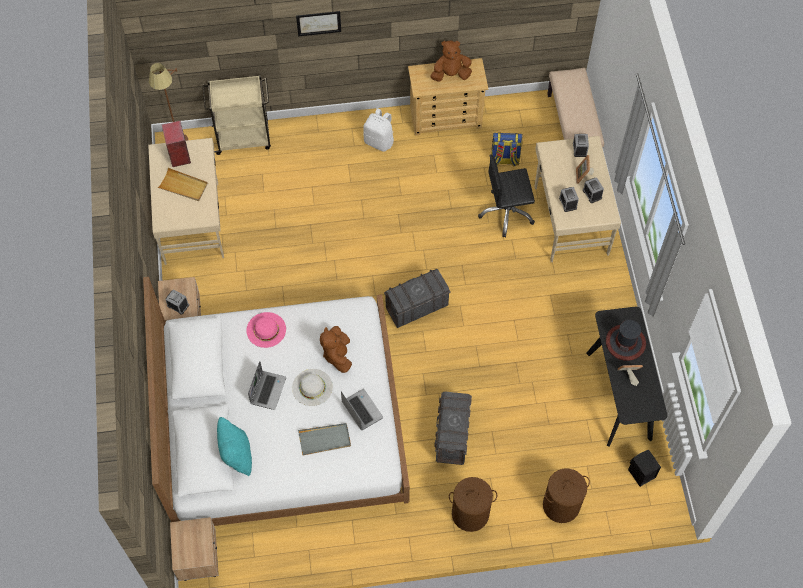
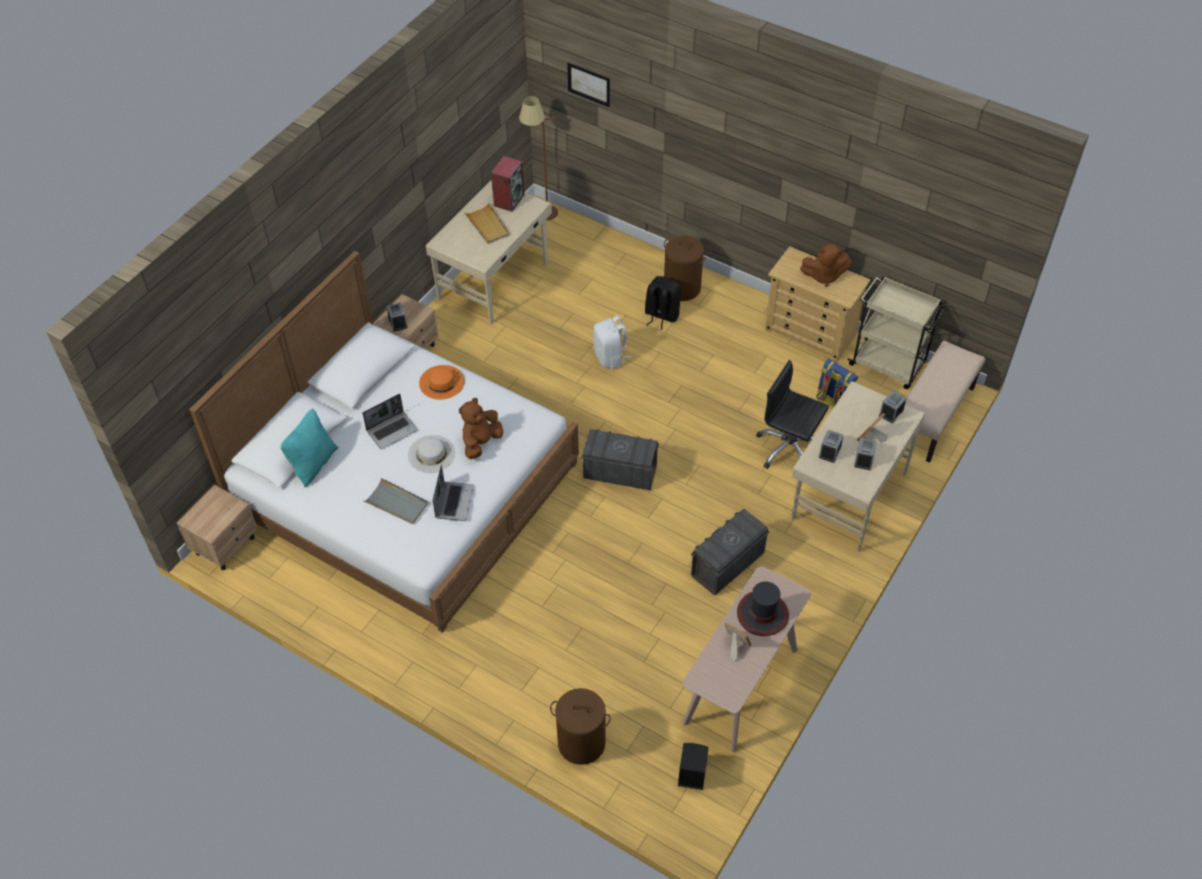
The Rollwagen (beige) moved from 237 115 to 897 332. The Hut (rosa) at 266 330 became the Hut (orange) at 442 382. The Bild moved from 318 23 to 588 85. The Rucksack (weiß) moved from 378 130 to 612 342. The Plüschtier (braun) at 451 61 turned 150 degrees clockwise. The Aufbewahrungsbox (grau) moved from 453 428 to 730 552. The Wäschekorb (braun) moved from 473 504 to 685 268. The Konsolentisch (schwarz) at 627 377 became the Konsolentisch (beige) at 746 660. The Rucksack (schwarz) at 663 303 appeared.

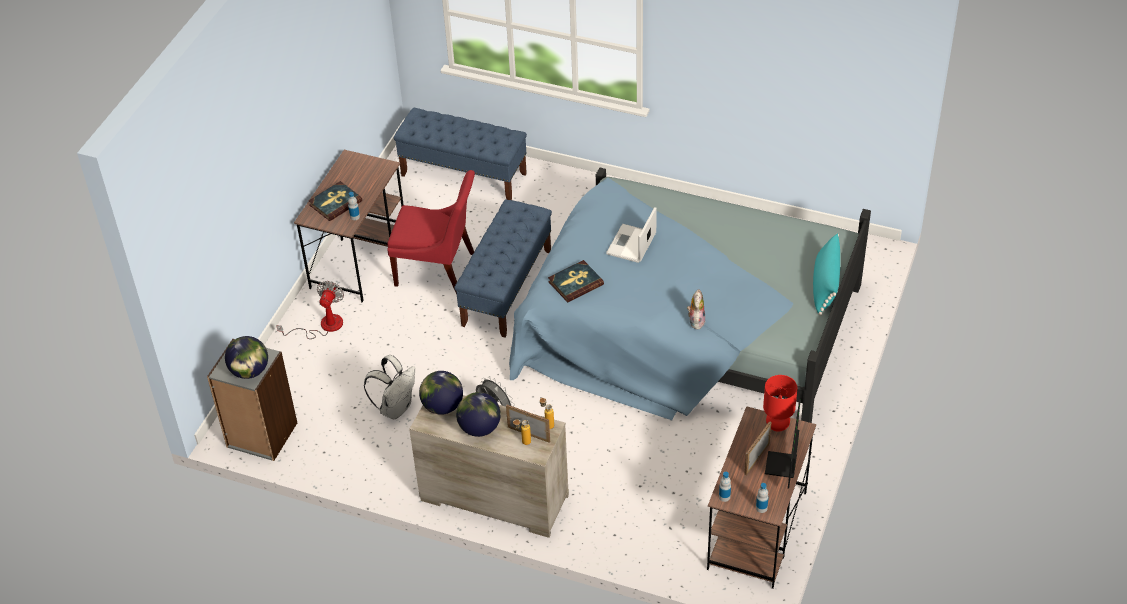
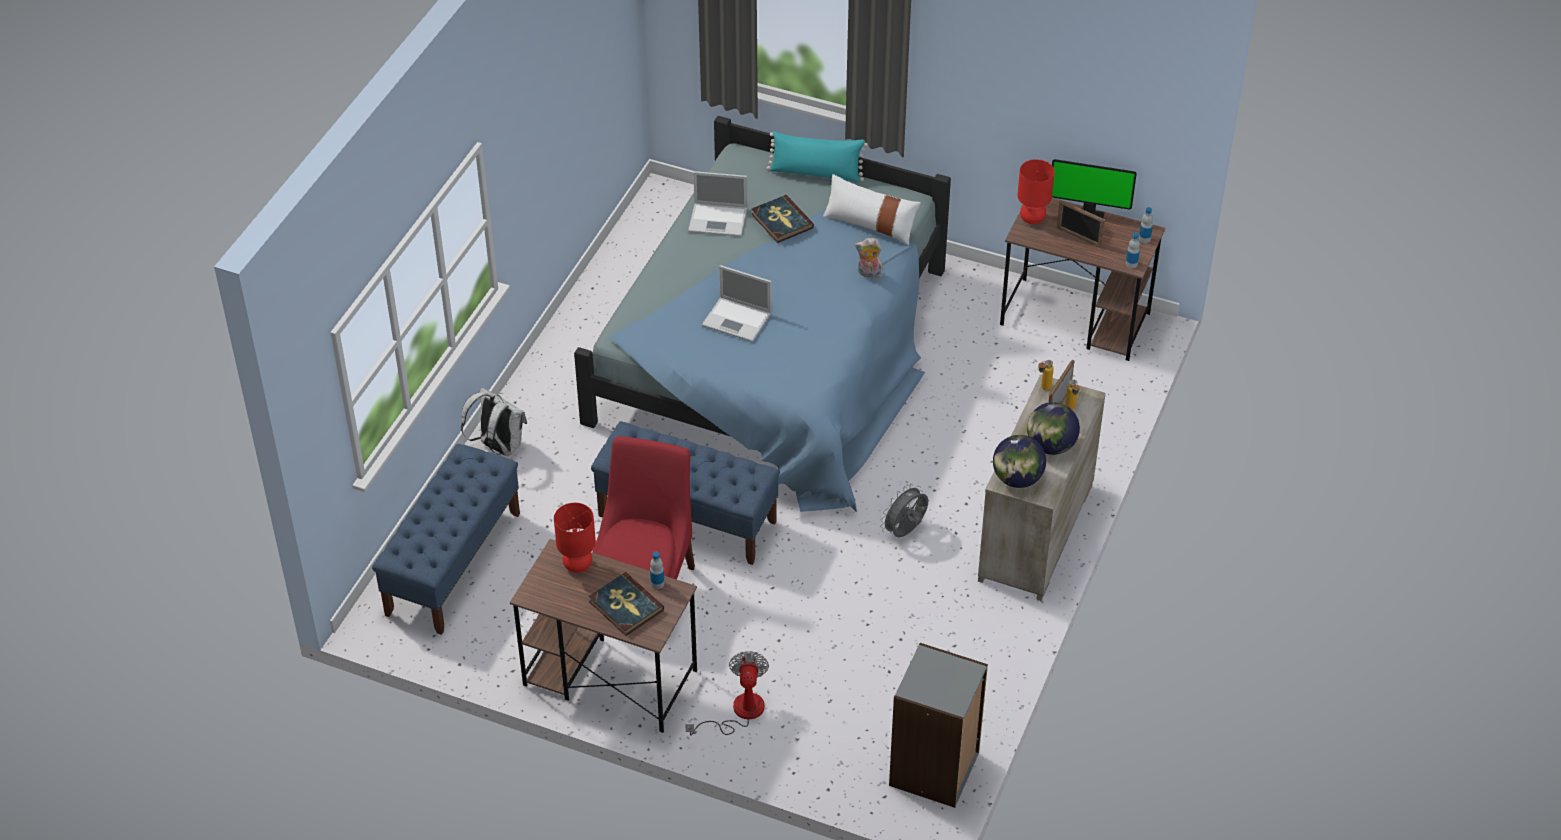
The Globus at 246 357 disappeared. The Ventilator at 310 310 turned 75 degrees clockwise. The Rucksack (weiß) moved from 389 387 to 494 422. The Buch moved from 576 281 to 782 219. The Tischlampe (rot) at 575 538 appeared. The Laptop at 717 204 appeared. The Kissen (weiß) at 872 209 appeared.

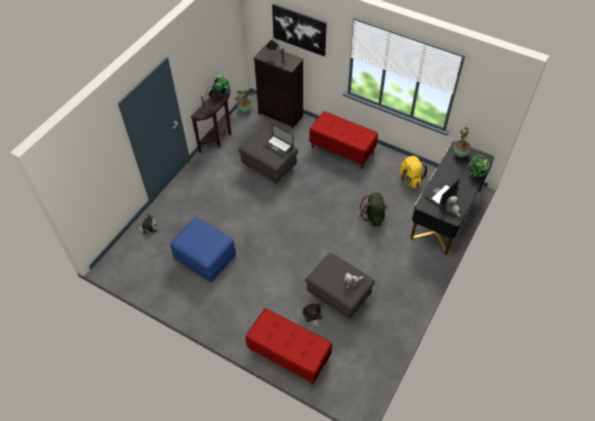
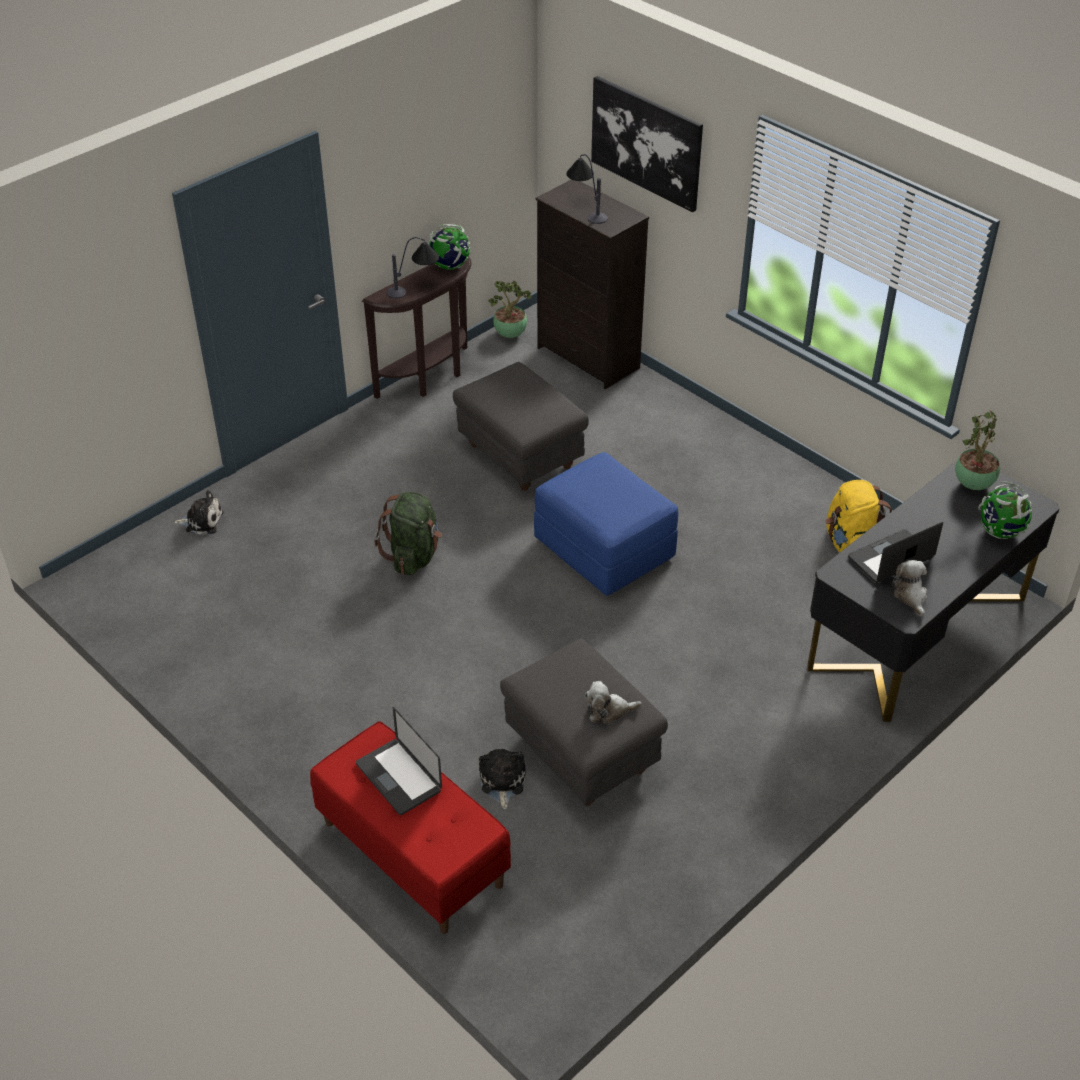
The Polsterhocker (blau) moved from 203 249 to 606 524. The Laptop moved from 278 140 to 399 761. The Bank (rot) at 343 140 disappeared. The Rucksack (grün) moved from 374 209 to 408 533.

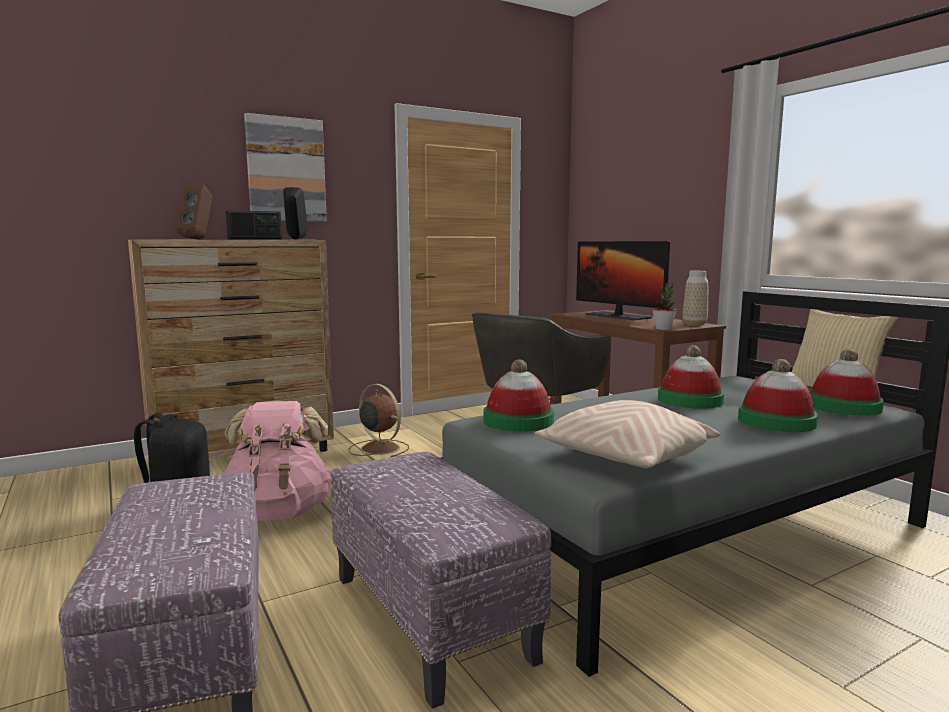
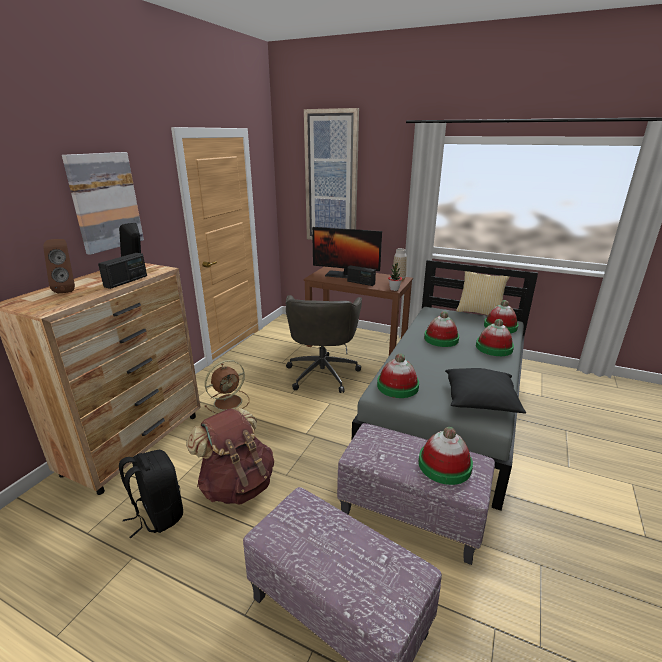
The Rucksack (rosa) at 276 461 became the Rucksack (braun) at 230 456. The Ventilator (braun) at 378 420 turned 135 degrees clockwise. The Kissen (beige) at 627 434 became the Kissen (schwarz) at 485 391. The Bild at 331 174 appeared. The Radio at 361 275 appeared. The Hut at 446 456 appeared.

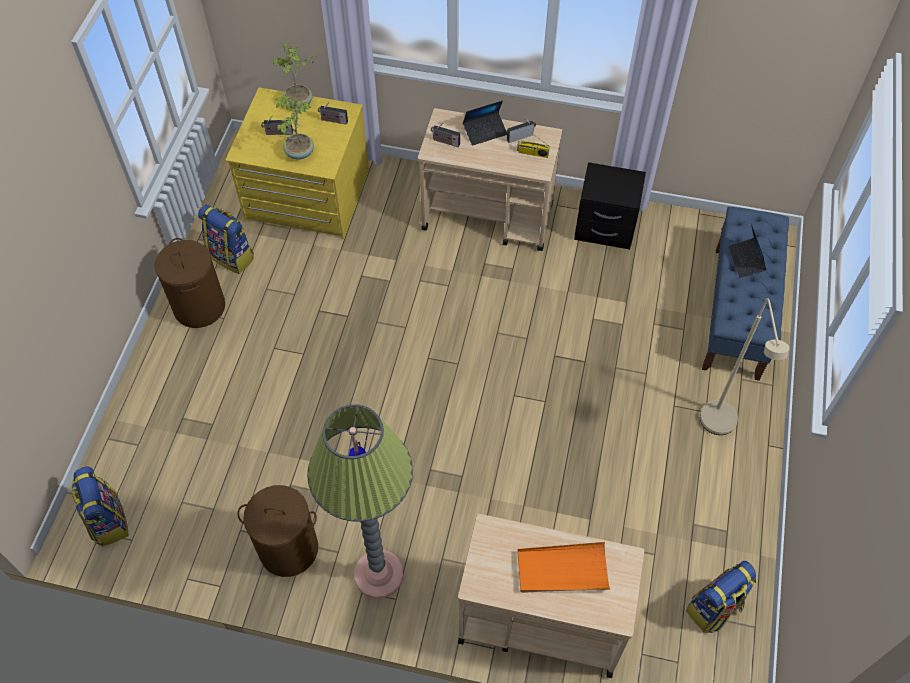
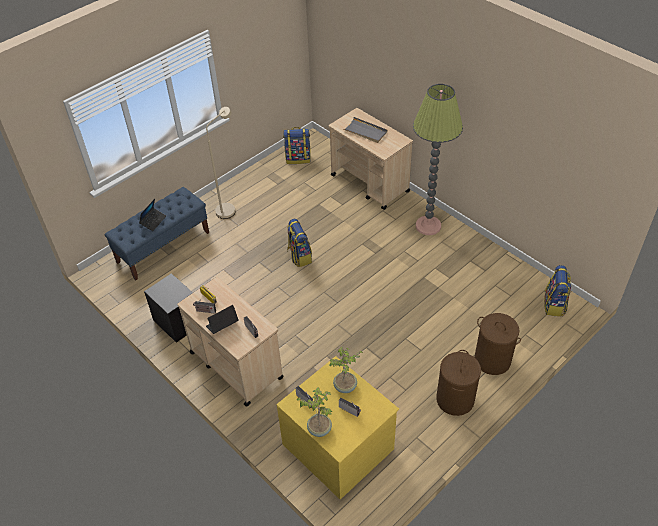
The Rucksack moved from 226 239 to 299 243. The Wäschekorb (braun) moved from 277 531 to 497 344. The Laptop at 485 123 turned 45 degrees counterclockwise. The Tablett (orange) at 564 567 became the Tablett (grau) at 365 130.

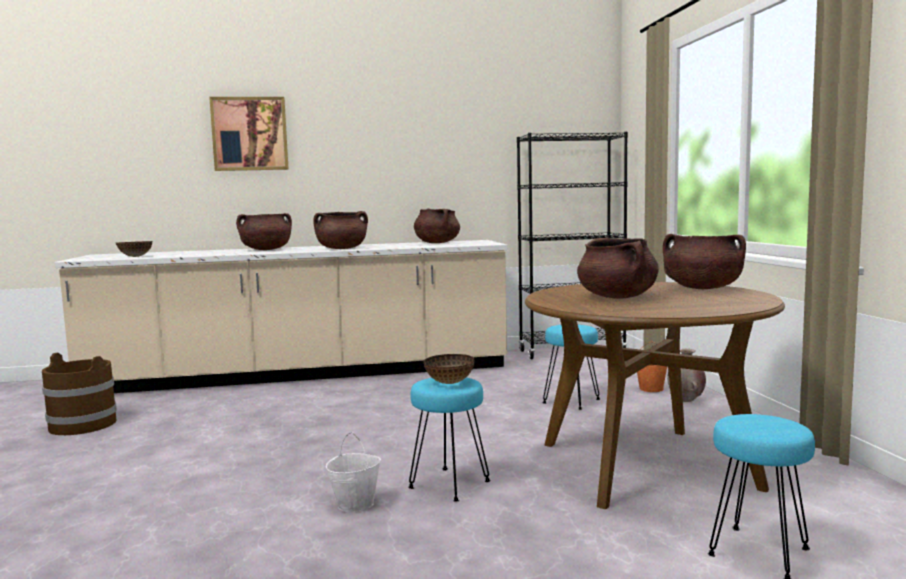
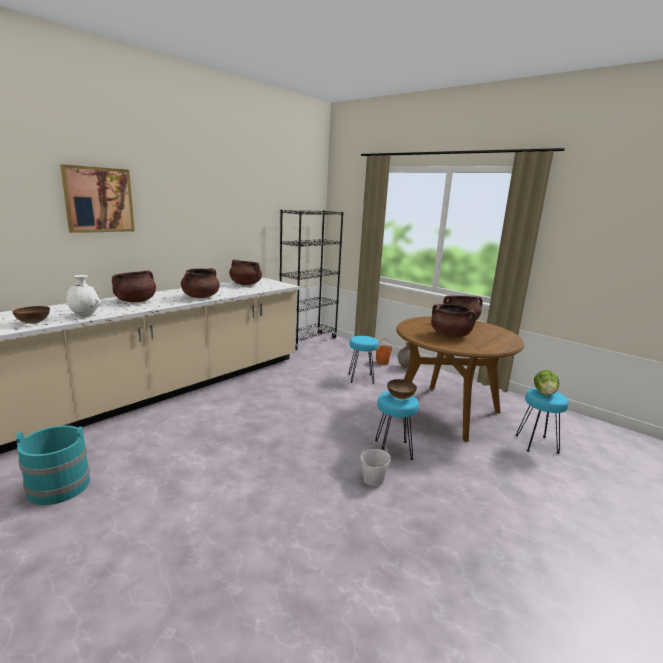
The Eimer (braun) at 79 394 became the Eimer (türkis) at 53 465. The Vase (weiß) at 83 296 appeared. The Salatkopf at 546 383 appeared.

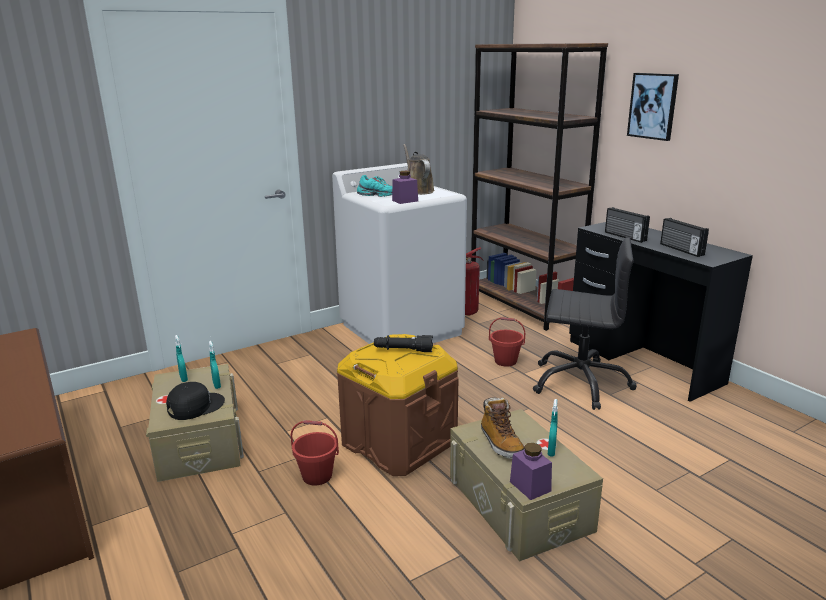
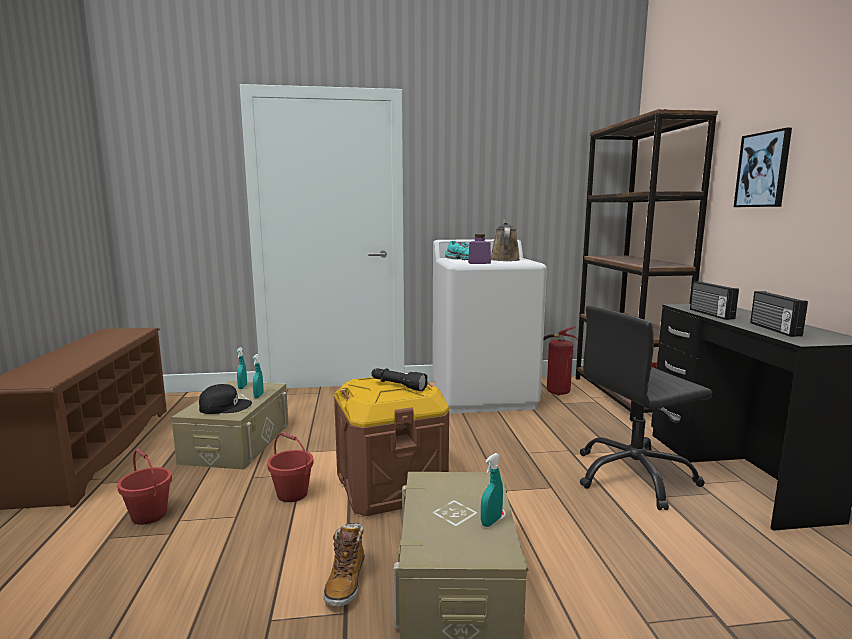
The Stiefel moved from 503 427 to 344 565. The Eimer (rot) moved from 507 342 to 144 487. The Vorratsglas (lila) at 531 471 disappeared. The Bürostuhl (schwarz) at 585 323 turned 120 degrees clockwise.

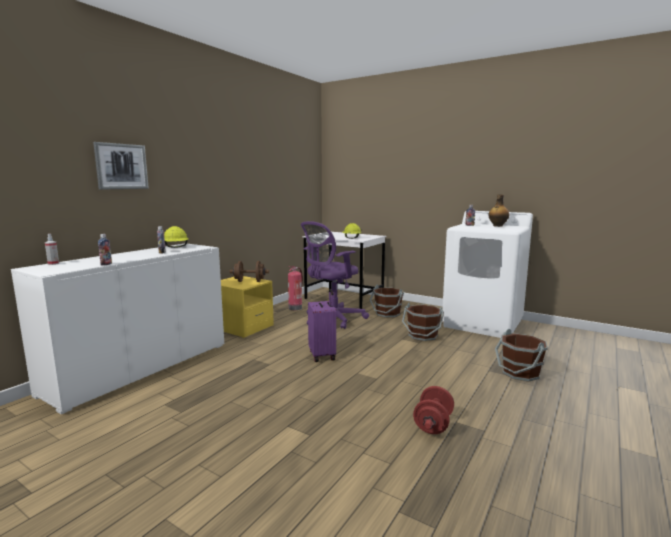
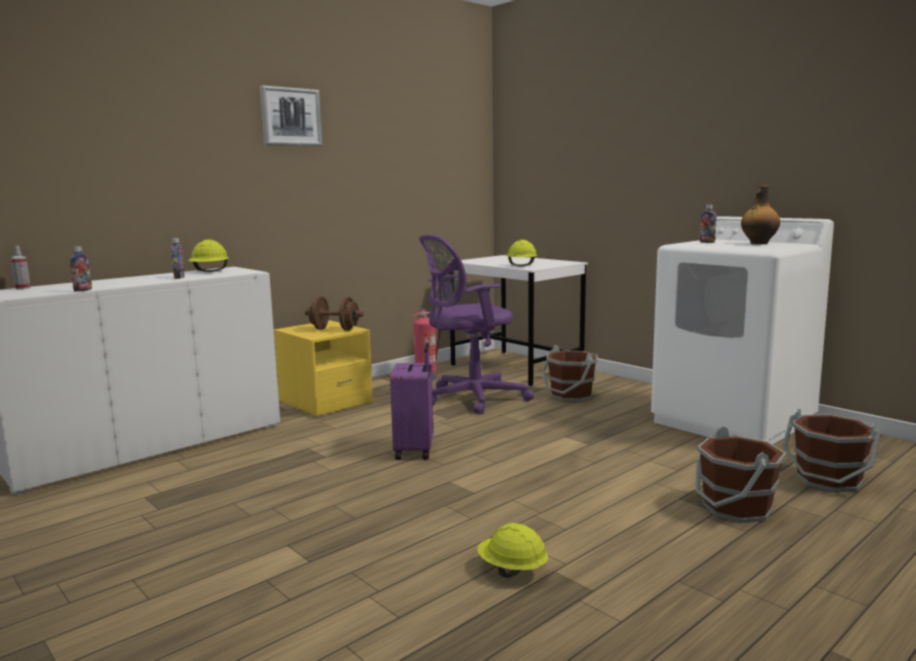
The Bild moved from 121 165 to 291 115. The Eimer (braun) moved from 423 321 to 831 450. The Hantel (rot) at 433 410 was replaced by the Schutzhelm (gelb) at 512 550.

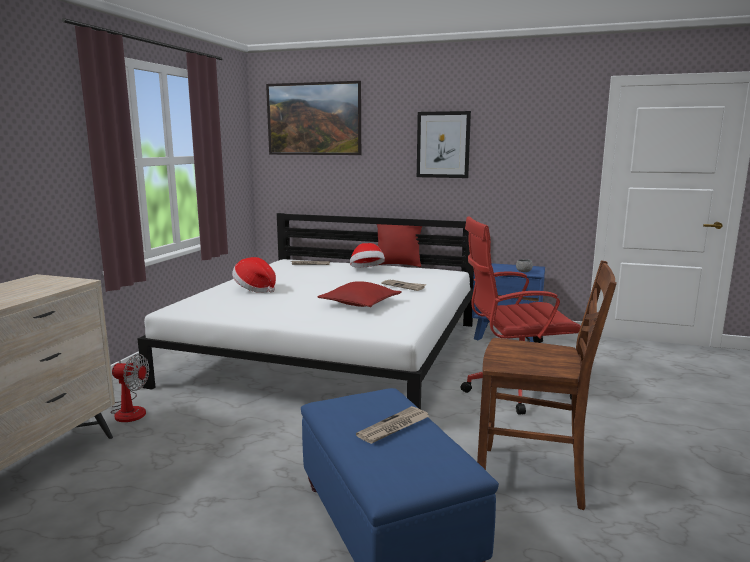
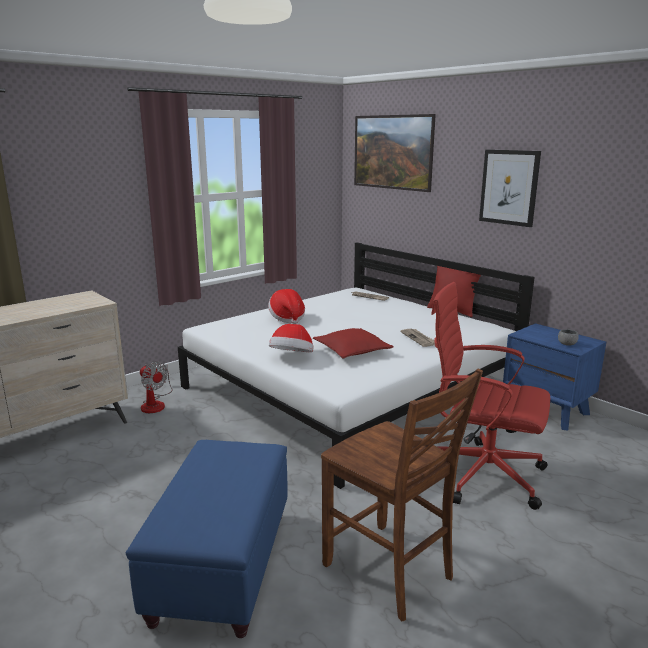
The Hut moved from 367 255 to 291 338. The Zeitung at 392 425 disappeared.

